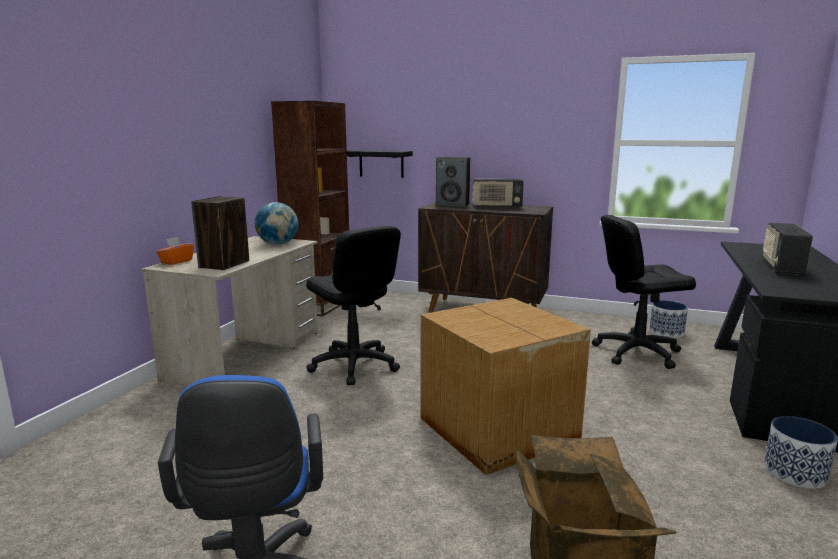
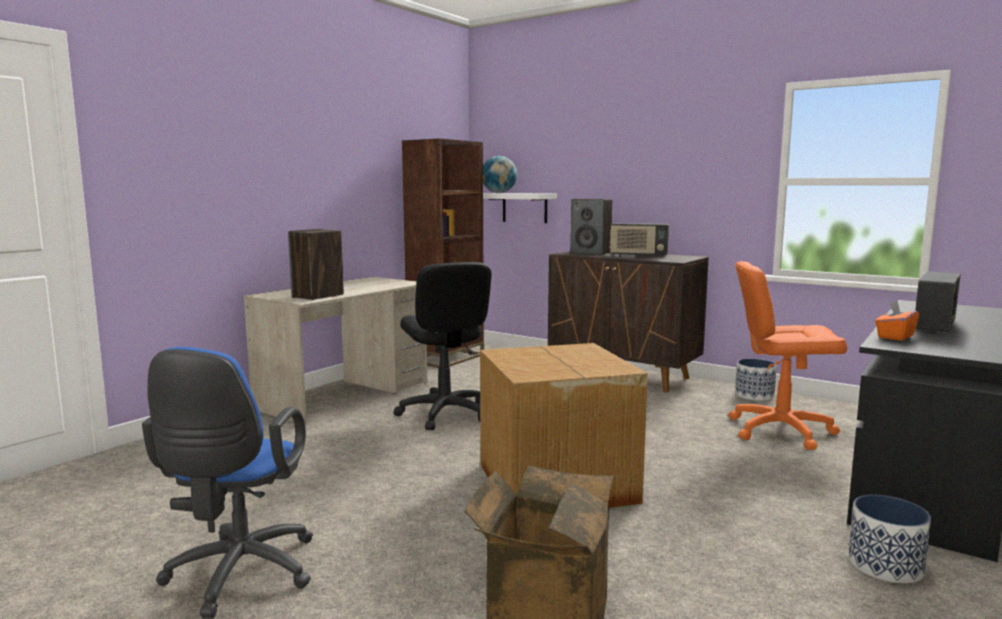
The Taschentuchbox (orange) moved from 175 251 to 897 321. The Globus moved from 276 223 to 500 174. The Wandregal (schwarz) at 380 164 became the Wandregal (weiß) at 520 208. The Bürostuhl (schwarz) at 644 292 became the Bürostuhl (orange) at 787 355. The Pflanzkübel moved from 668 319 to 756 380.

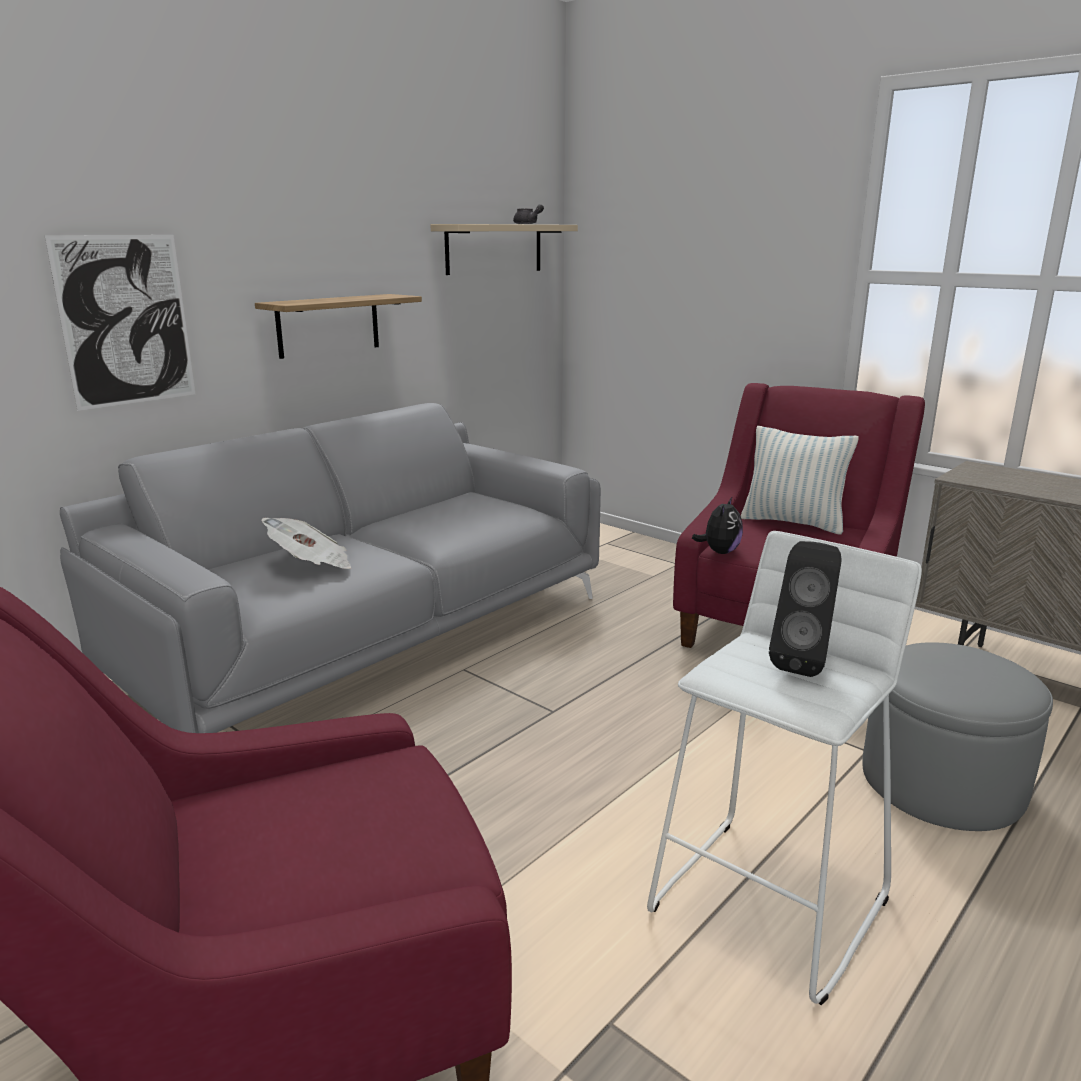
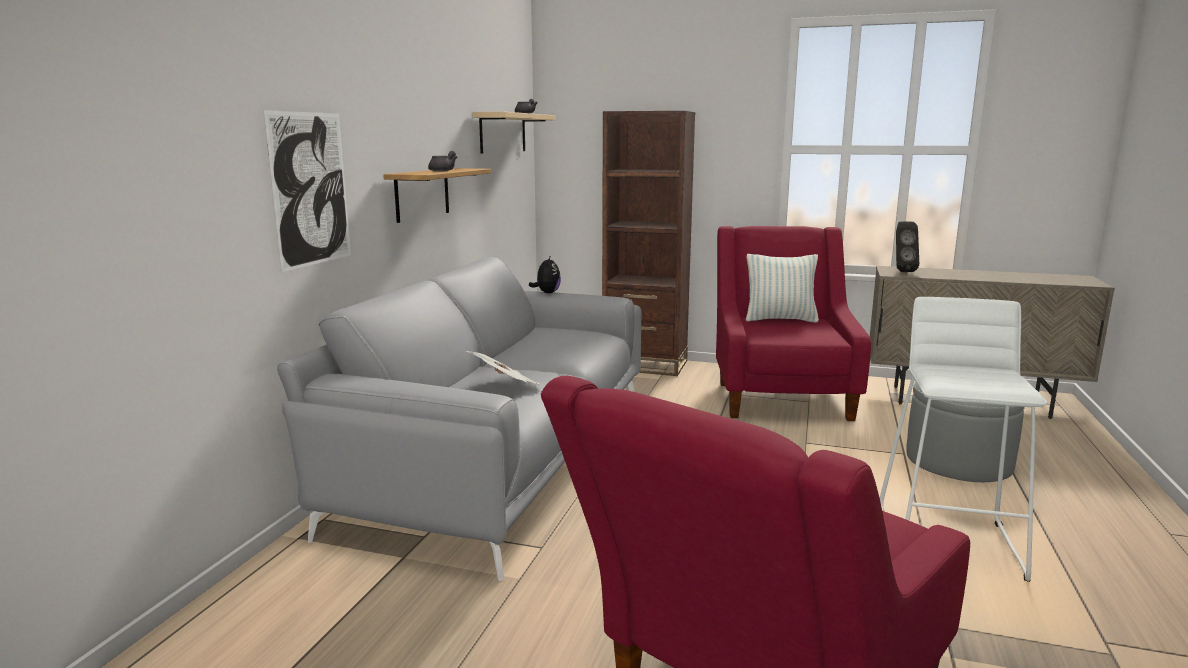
The Plüschtier moved from 717 525 to 545 275. The Lautsprecher (schwarz) moved from 805 609 to 907 246. The Teekanne (grau) at 442 161 appeared. The Bücherregal (braun) at 648 243 appeared.

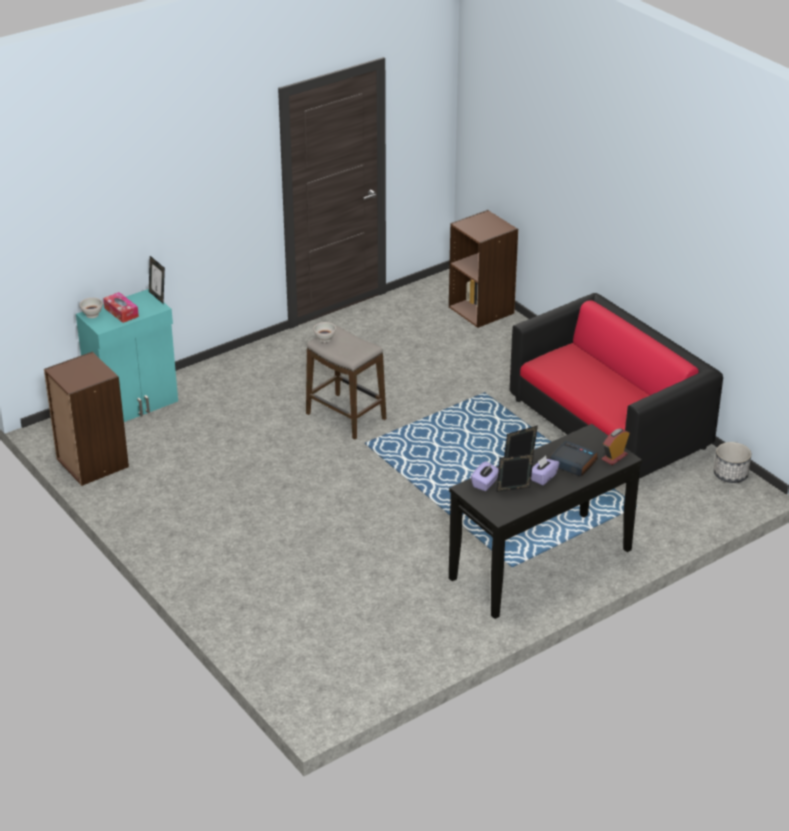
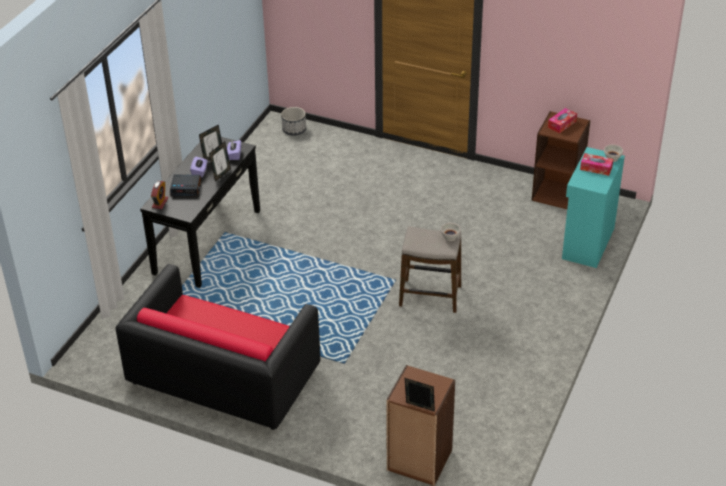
The Bilderrahmen moved from 157 280 to 420 395. The Pflanzkübel moved from 732 462 to 293 121. The Taschentuchbox at 562 120 appeared.

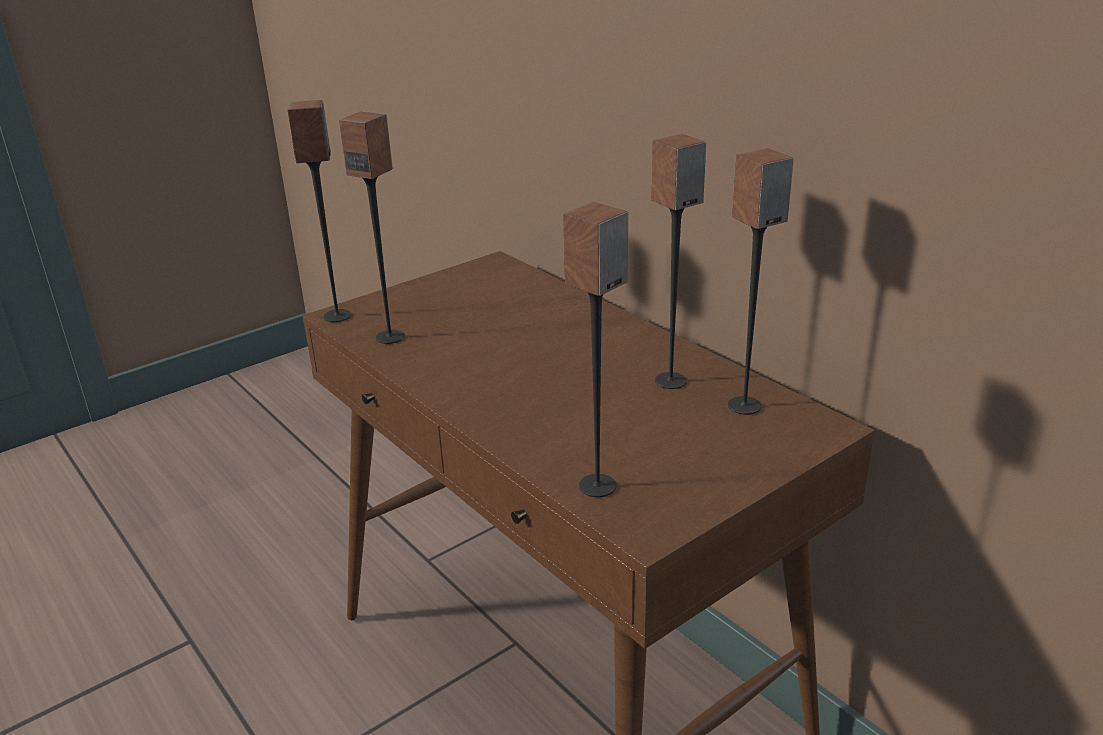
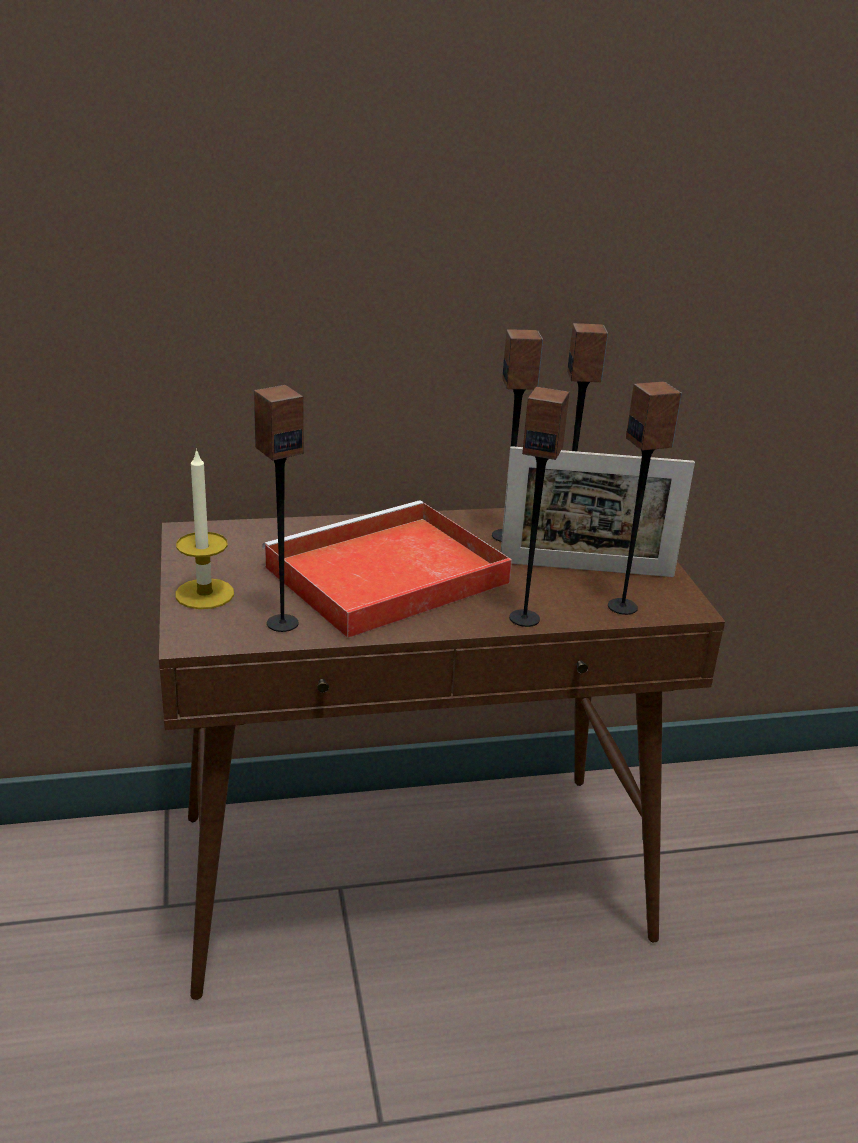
The Lautsprecher moved from 319 211 to 539 507. The Kerze at 204 528 appeared. The Tablett (rot) at 387 569 appeared. The Bilderrahmen at 598 511 appeared.

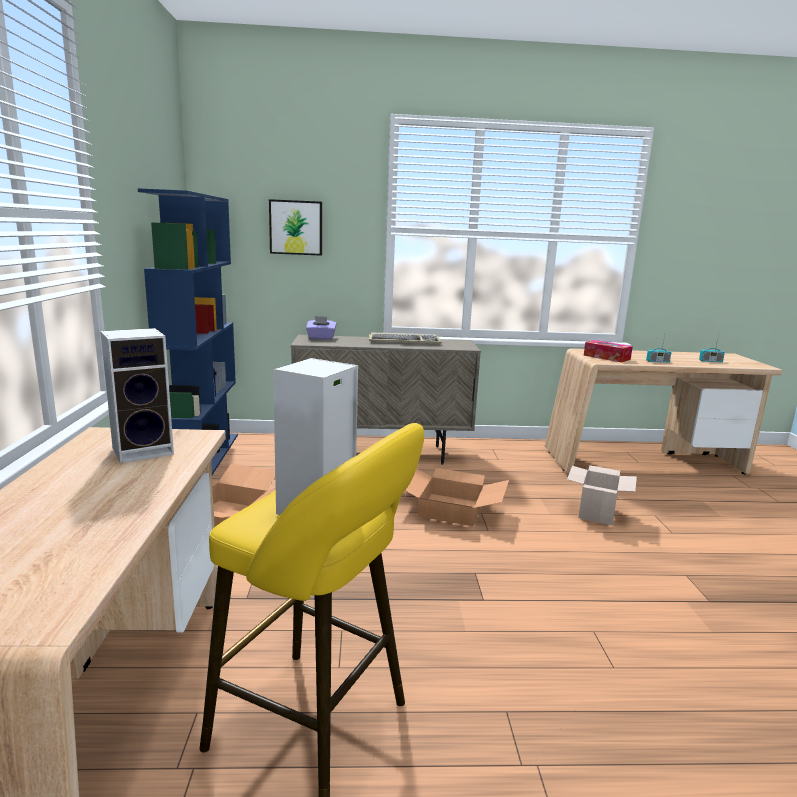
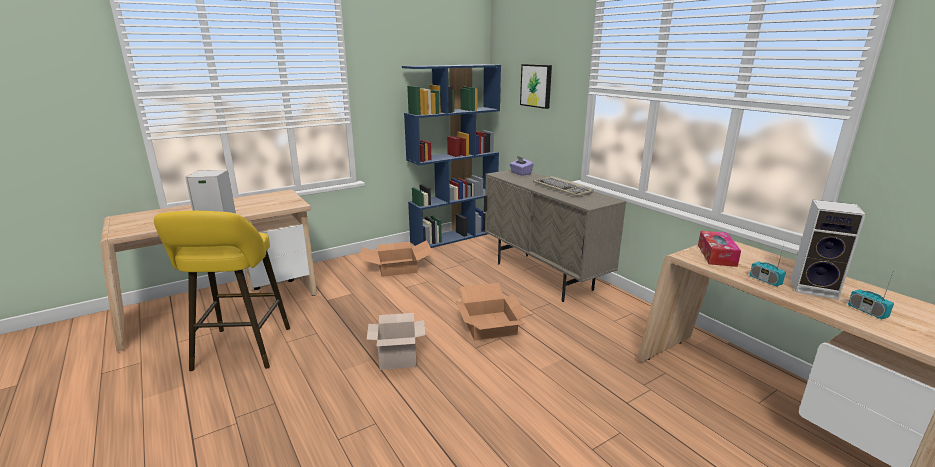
The Lautsprecher moved from 137 396 to 828 250. The Karton moved from 602 495 to 396 341.

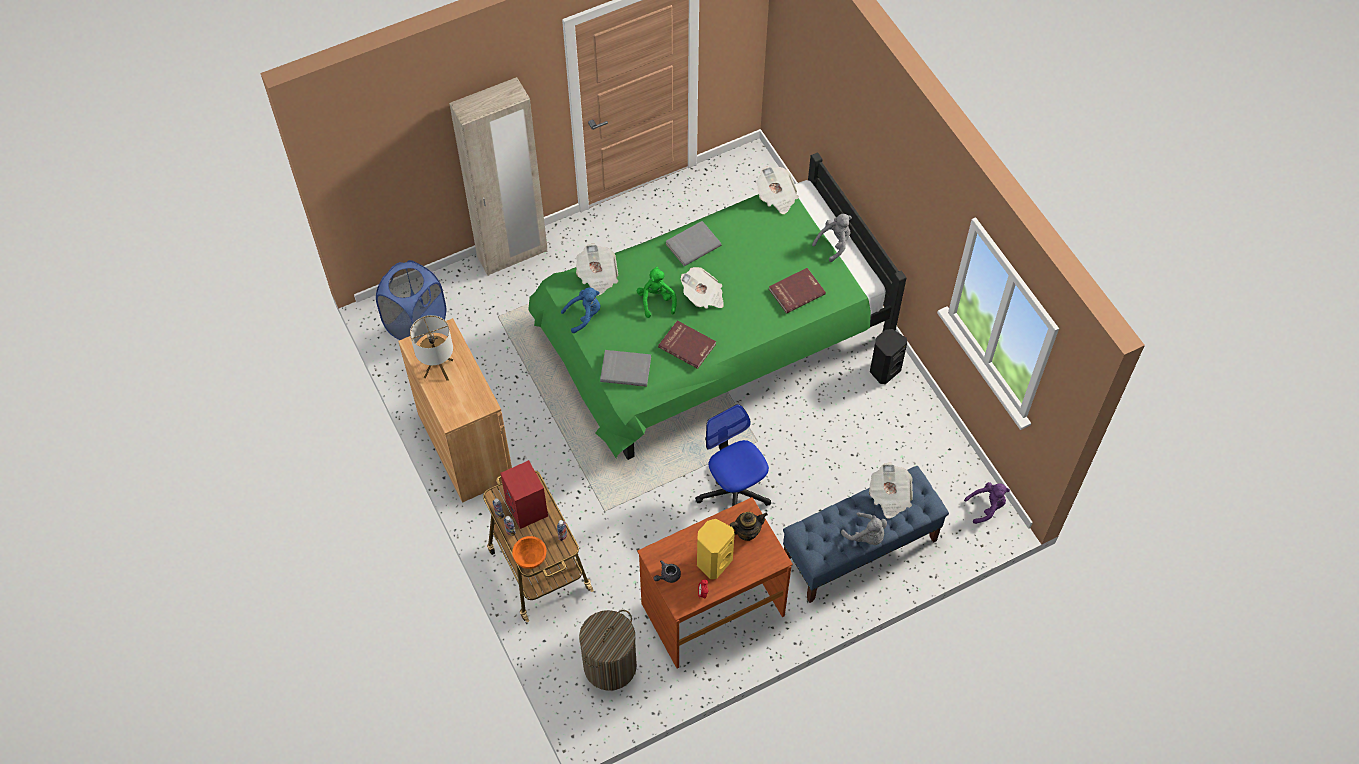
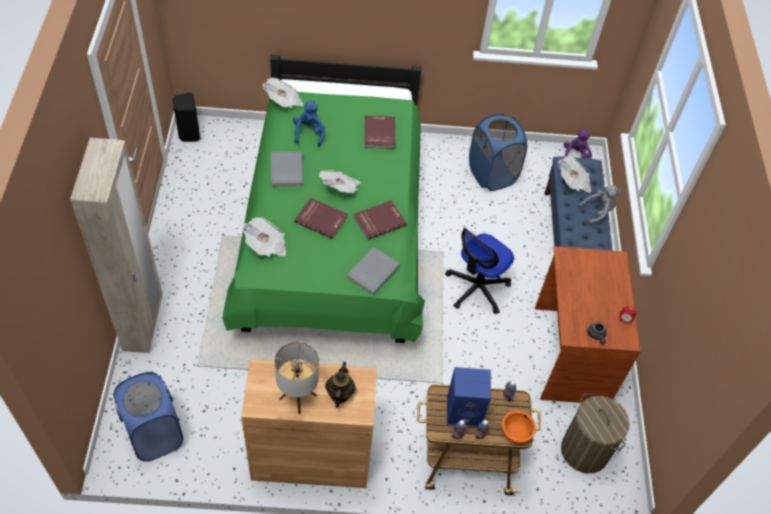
The Lautsprecher (rot) at 524 494 became the Lautsprecher (blau) at 469 397. The Plüschtier (blau) moved from 580 310 to 309 123. The Plüschtier (grün) at 657 292 was replaced by the Buch (rot) at 321 218. The Bürostuhl at 733 455 turned 45 degrees counterclockwise. The Lautsprecher (gelb) at 716 549 disappeared. The Teekanne moved from 749 526 to 340 385. The Plüschtier (grau) at 832 238 disappeared. The Lautsprecher (schwarz) moved from 888 356 to 186 117. The Wäschekorb (blau) at 498 152 appeared.

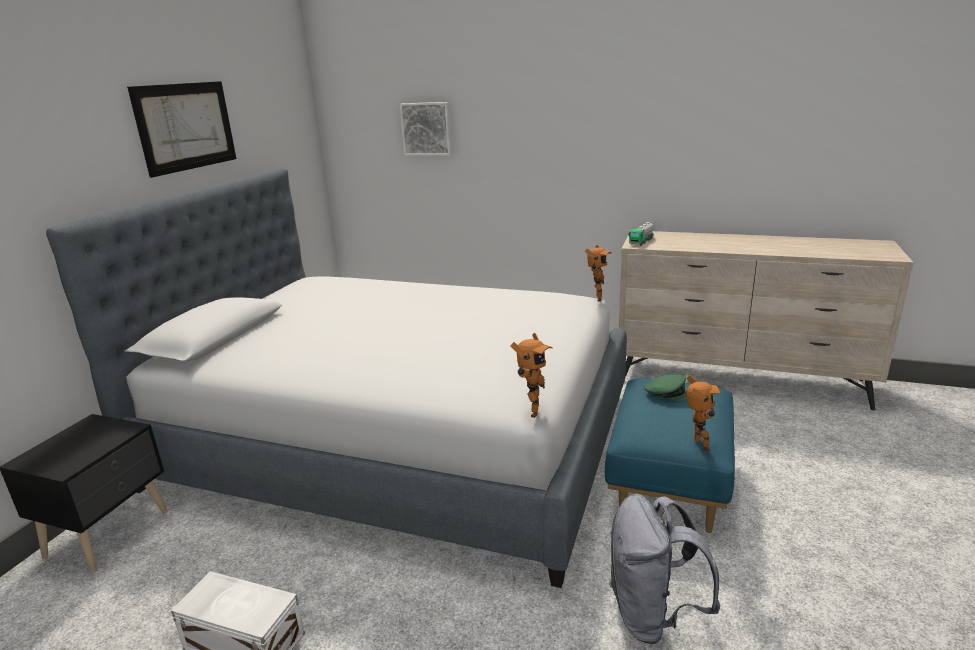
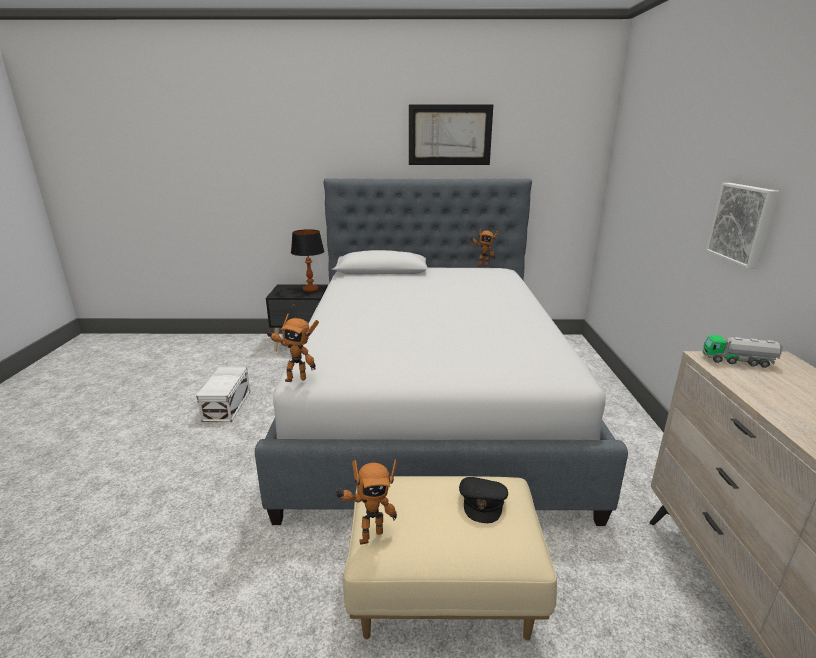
The Bild moved from 426 129 to 742 226. The Spielzeugroboter moved from 598 273 to 483 248. The Polsterhocker (blau) at 670 455 became the Polsterhocker (beige) at 450 558. The Rucksack (grau) at 664 569 disappeared. The Kappe (grün) at 665 388 became the Kappe (schwarz) at 483 500. The Tischlampe at 307 260 appeared.

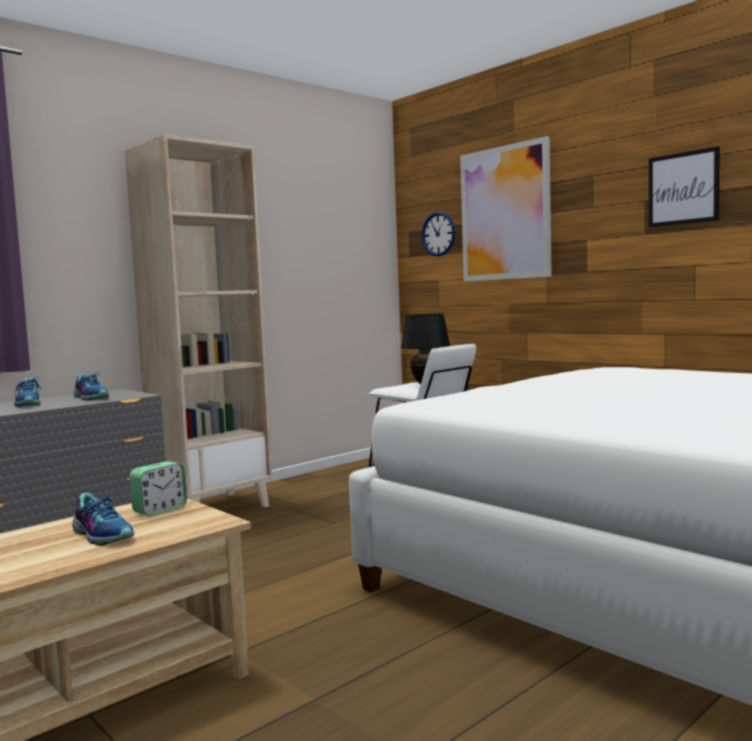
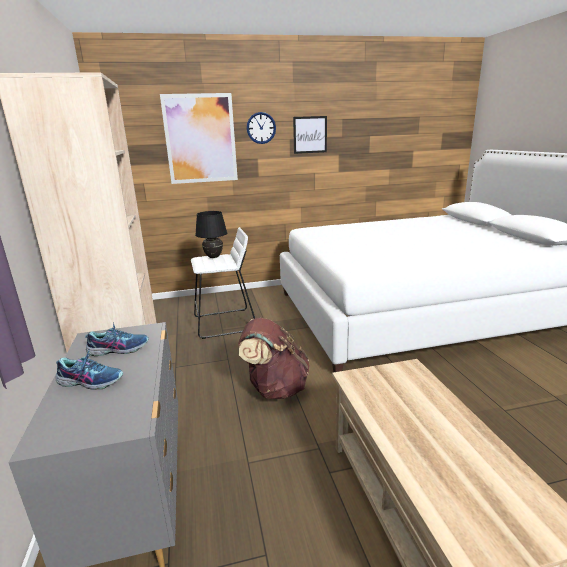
The Schuh at 103 518 disappeared. The Wecker at 158 488 disappeared. The Wanduhr moved from 438 234 to 261 128. The Rucksack (braun) at 273 358 appeared.

